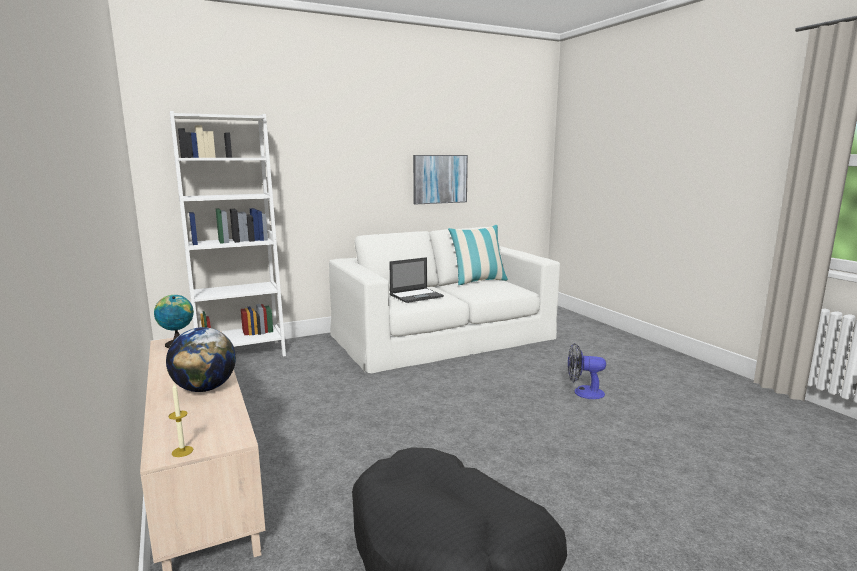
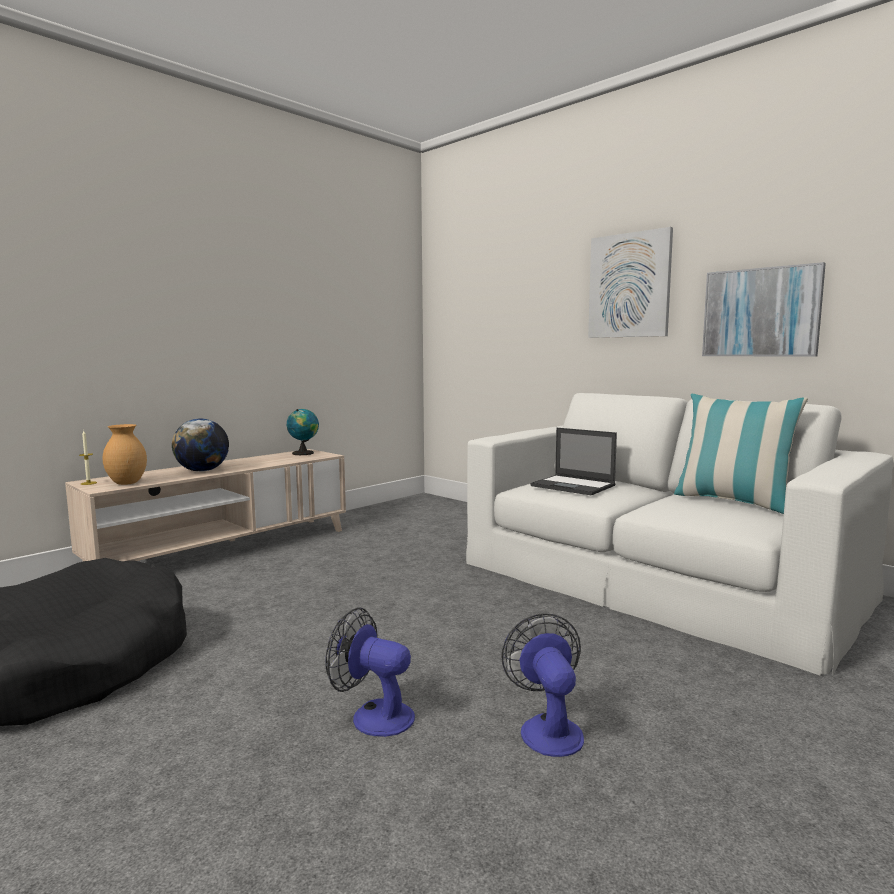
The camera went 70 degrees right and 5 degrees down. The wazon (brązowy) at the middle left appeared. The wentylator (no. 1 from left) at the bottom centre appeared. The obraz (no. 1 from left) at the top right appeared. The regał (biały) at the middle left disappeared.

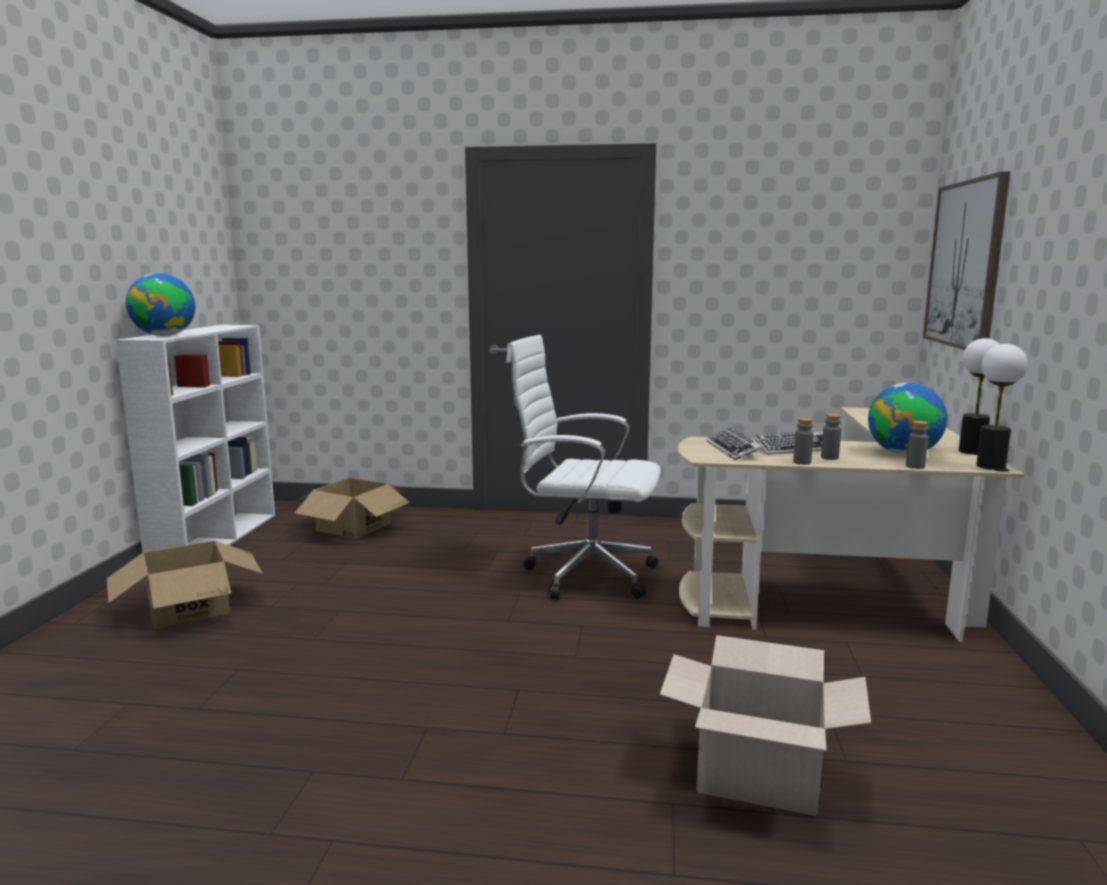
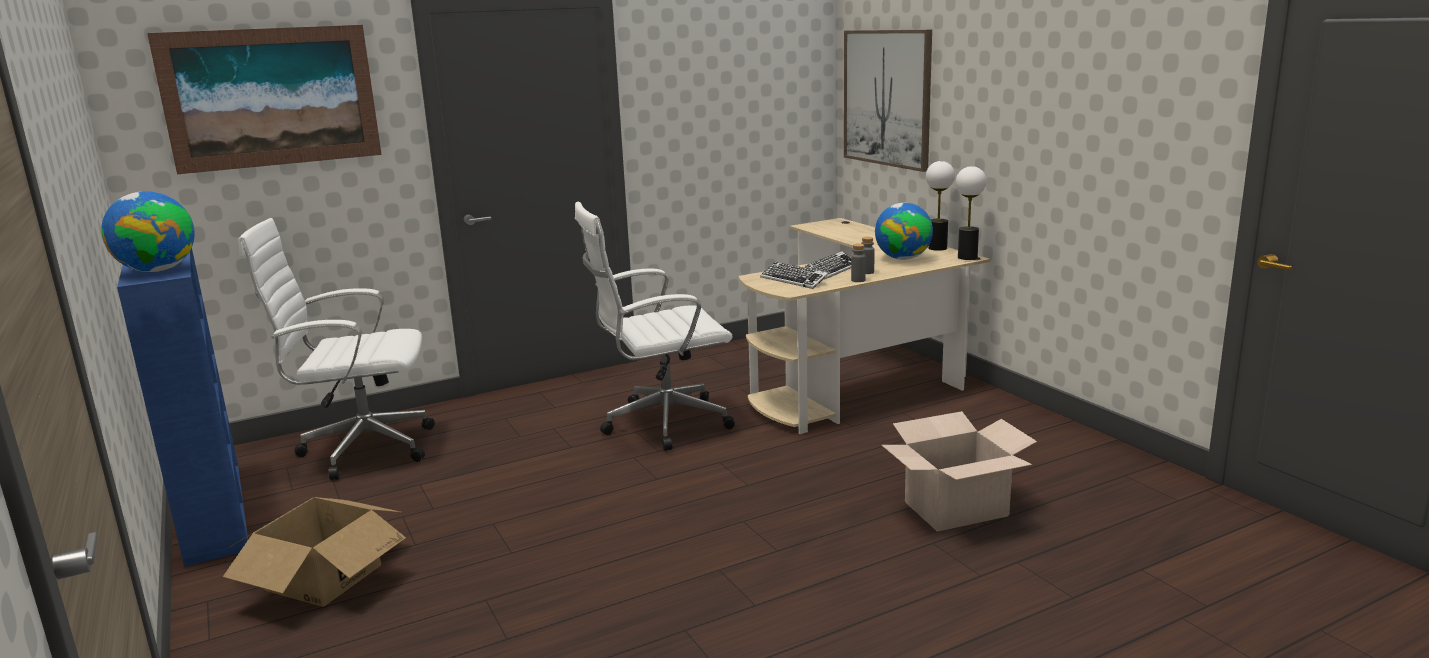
The camera went 35 degrees left and 5 degrees up. The regał (biały) at the middle left became the regał (niebieski) at the middle left. The obraz (no. 1 from left) at the top left appeared. The karton (no. 2 from left) at the middle left was replaced by the krzesło biurowe (biały) (no. 1 from left) at the middle left. The butelka (szary) (no. 3 from left) at the middle right disappeared.

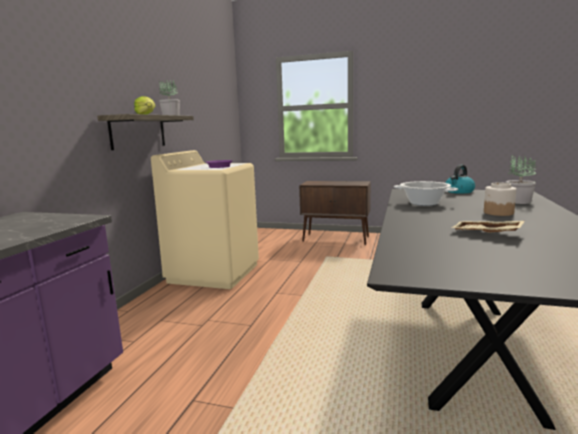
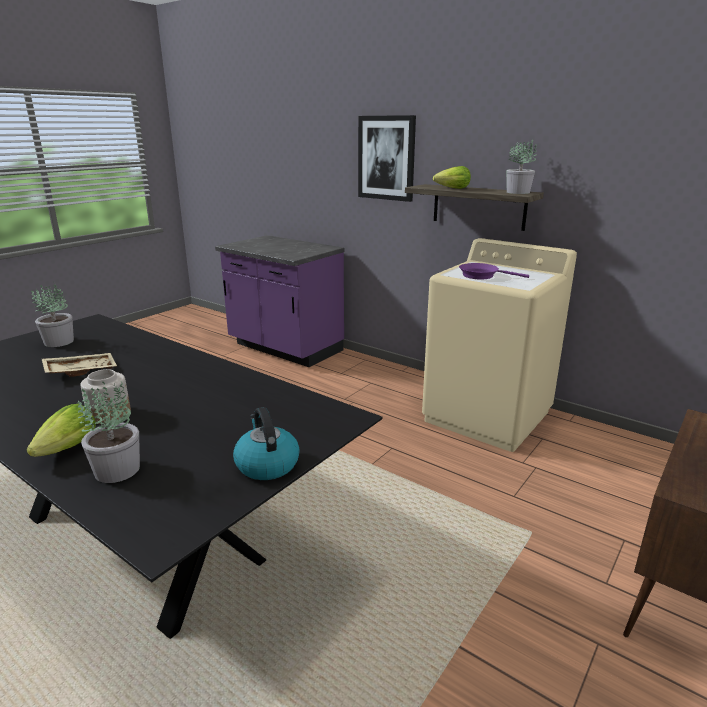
The camera went 110 degrees right and 10 degrees up. The sałata (no. 1 from left) at the middle left appeared. The roślina doniczkowa (no. 1 from left) at the middle left appeared. The obraz at the top centre appeared. The garnek at the middle right disappeared.

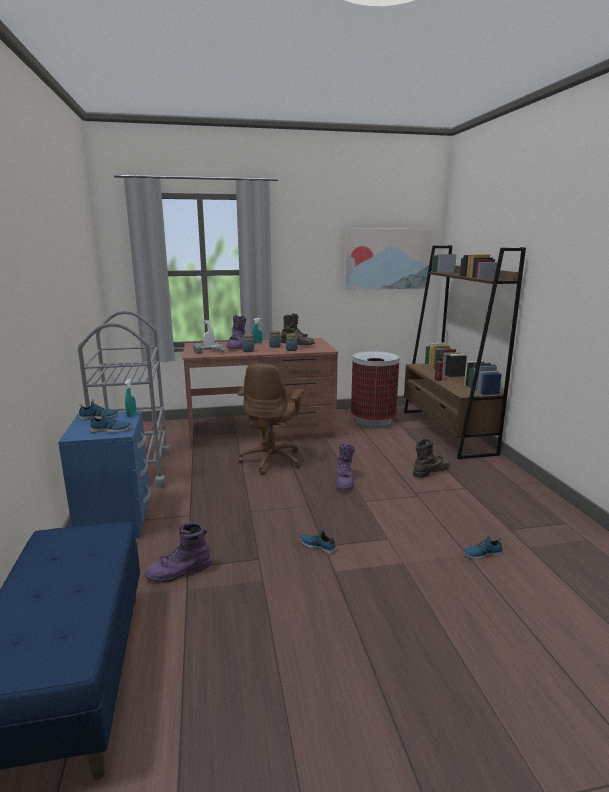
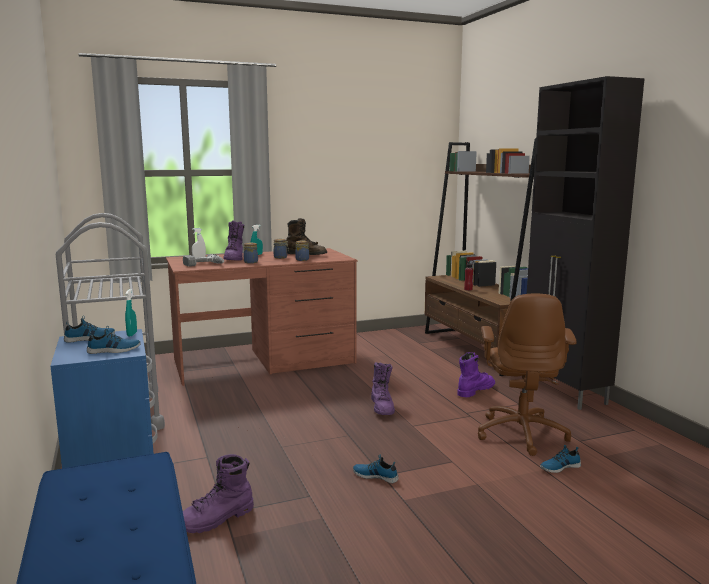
The camera went 10 degrees left and 5 degrees down. The but z cholewką (brązowy) (no. 2 from left) at the middle right became the but z cholewką (fioletowy) (no. 4 from left) at the middle right. The krzesło biurowe (brązowy) moved from the centre to the middle right. The szafka (czarny) at the middle right appeared. The obraz at the top centre disappeared. The kosz na śmieci at the centre disappeared.

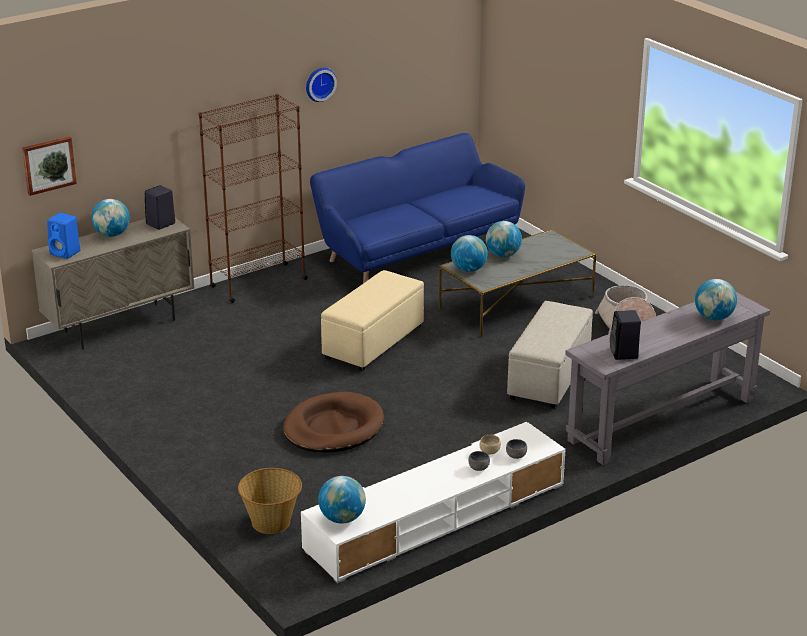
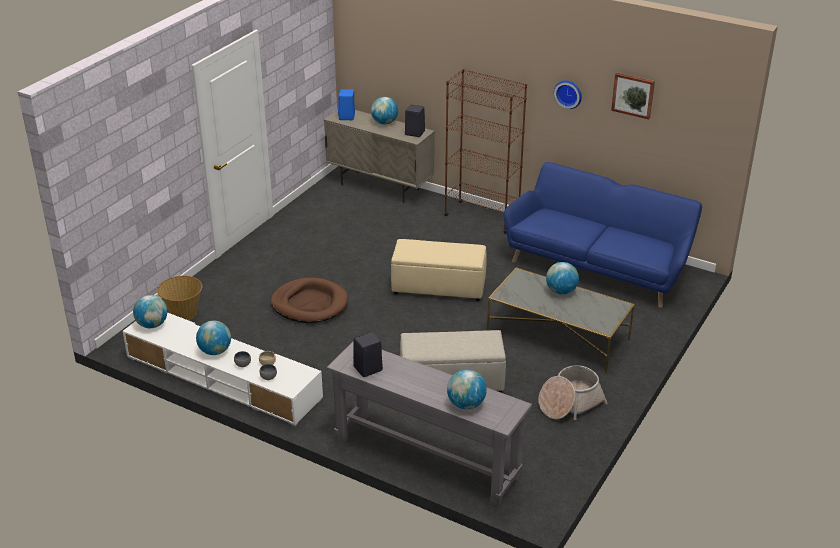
The camera went 65 degrees right and 5 degrees up. The globus (no. 3 from left in the first image) moved from the centre to the middle left. The obraz moved from the top left to the top right.

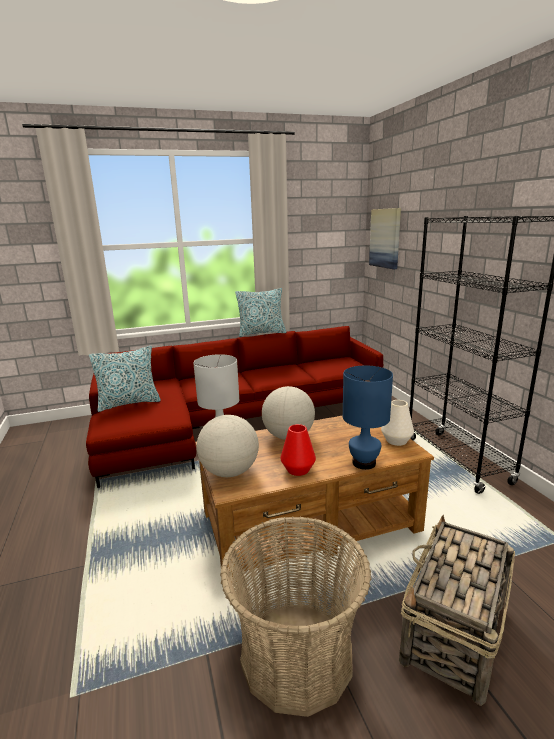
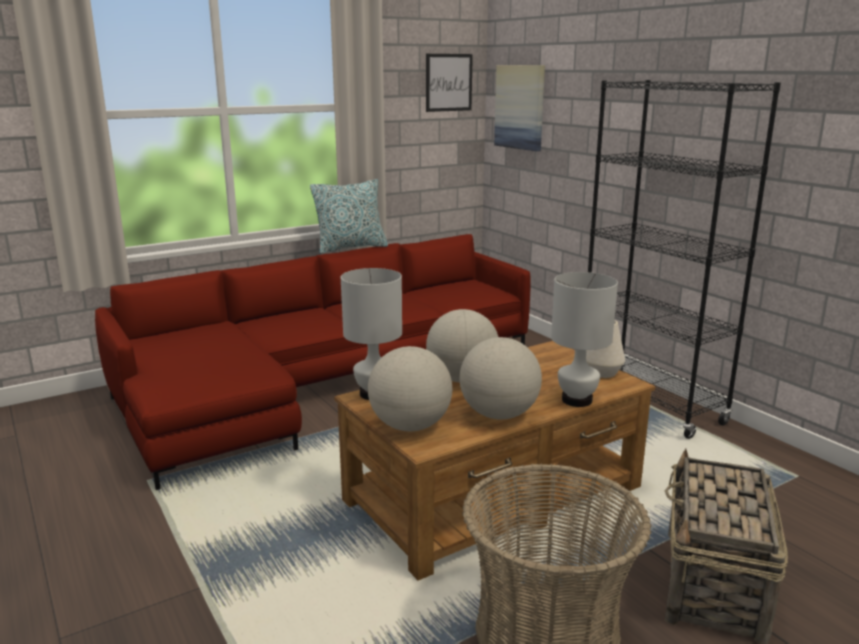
The camera went 15 degrees left and 0 degrees up. The obraz (no. 1 from left) at the top centre appeared. The wazon (czerwony) at the centre was replaced by the globus (no. 3 from left) at the centre. The lampa stołowa (niebieski) at the centre became the lampa stołowa (biały) (no. 2 from left) at the middle right. The poduszka (no. 1 from left) at the middle left disappeared.

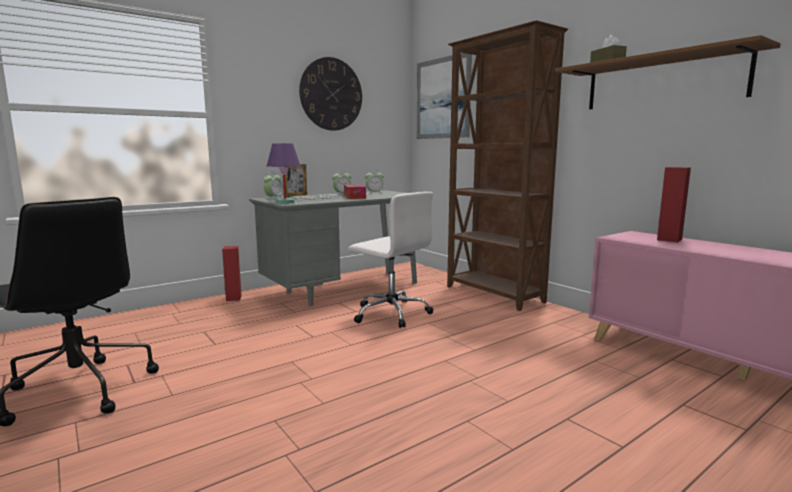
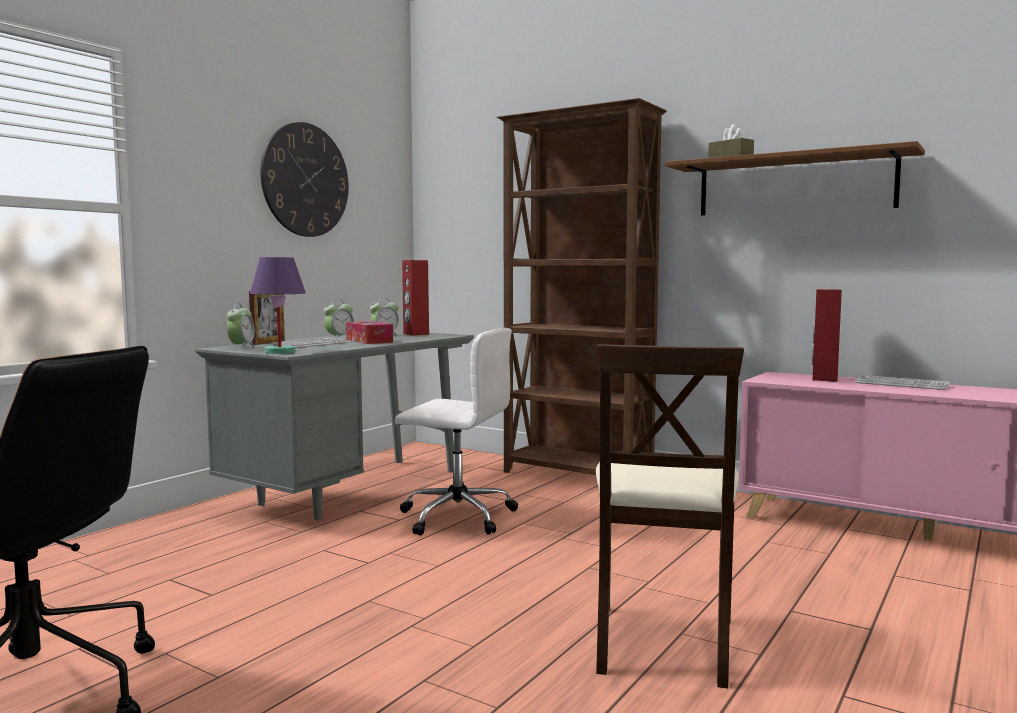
The camera went 20 degrees left and 5 degrees down. The głośnik (czerwony) (no. 1 from left) moved from the middle left to the centre. The krzesło (beżowy) at the bottom centre appeared. The klawiatura (no. 2 from left) at the middle right appeared. The obraz at the top centre disappeared.

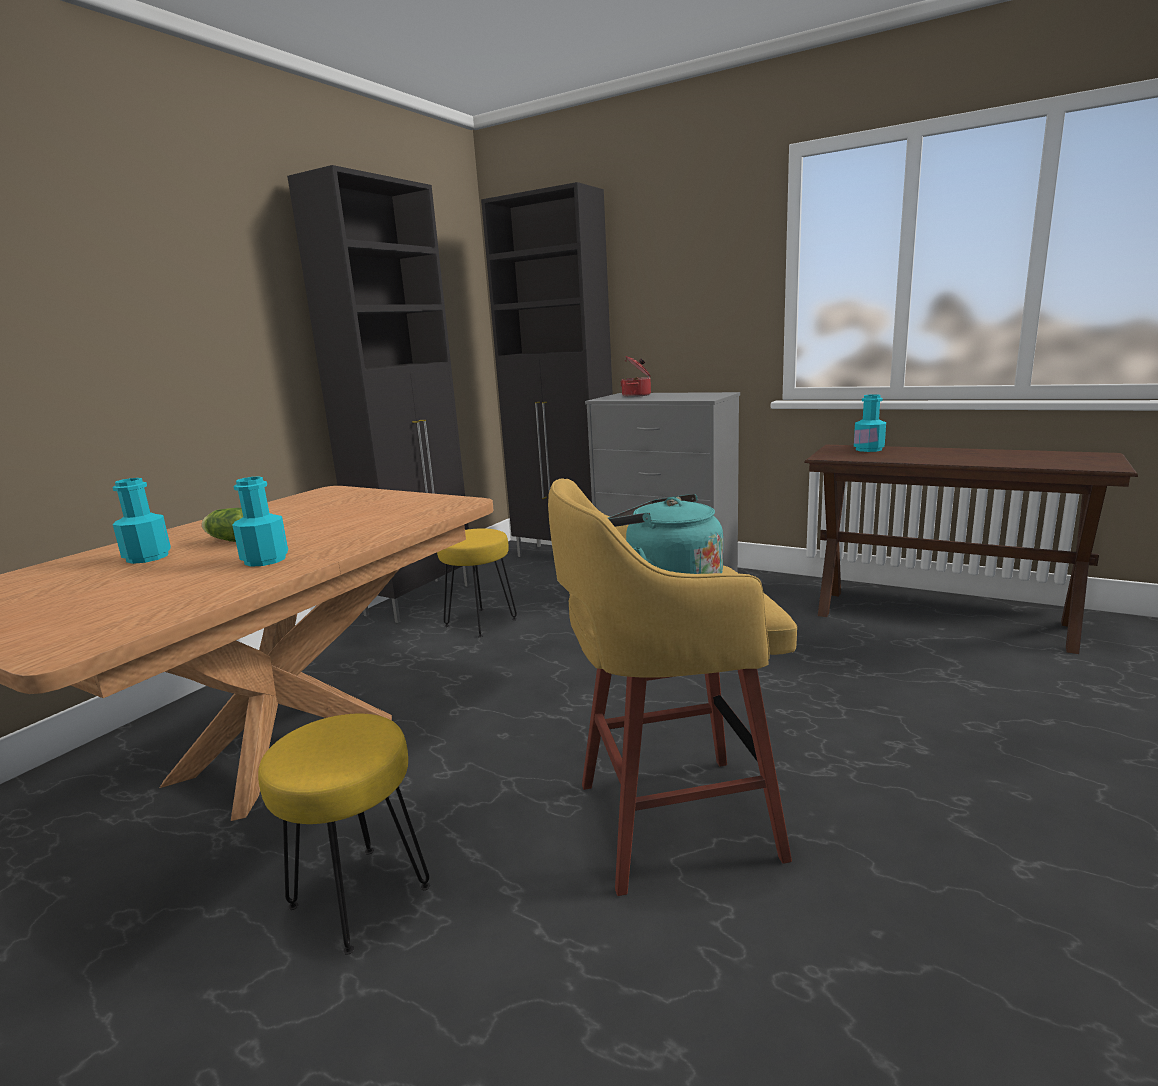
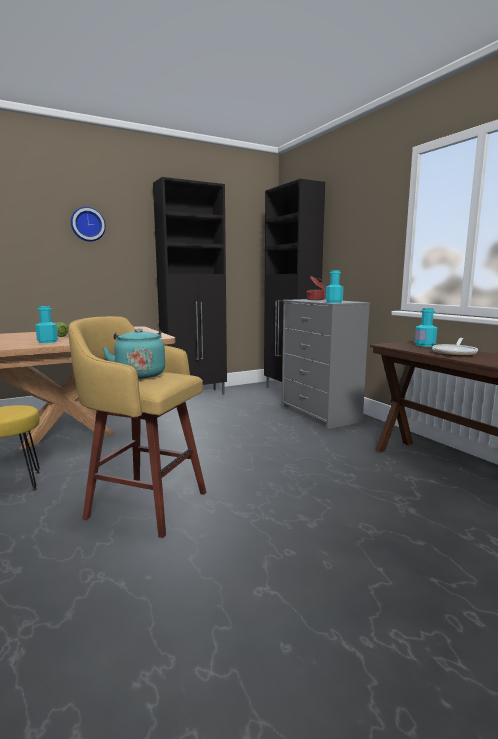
The camera went 30 degrees right and 5 degrees down. The zegar ścienny at the top left appeared. The butelka (turkusowy) (no. 1 from left in the first image) moved from the middle left to the middle right. The patelnia at the middle right appeared. The stołek (żółty) (no. 2 from left) at the centre disappeared.

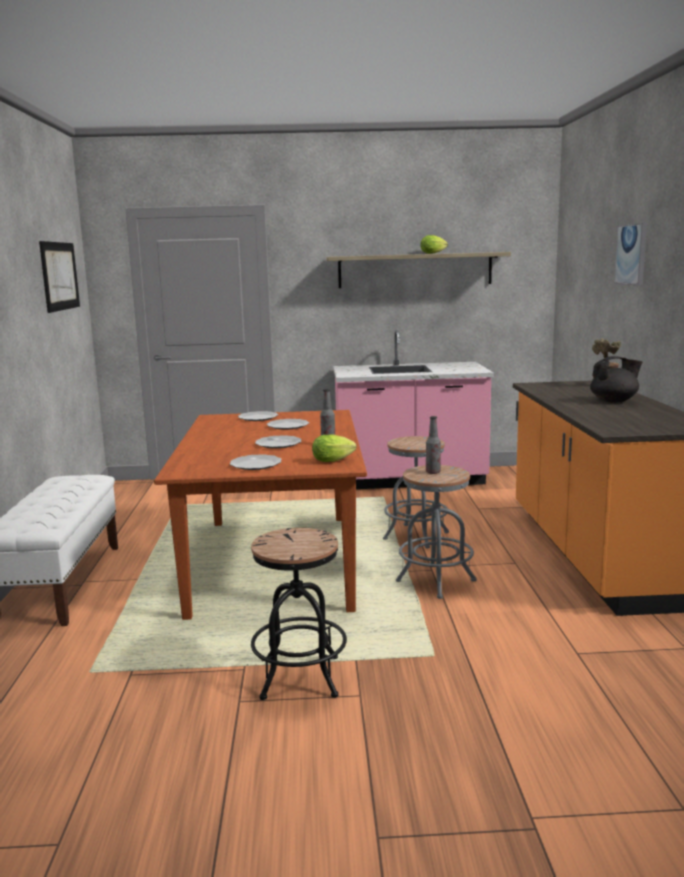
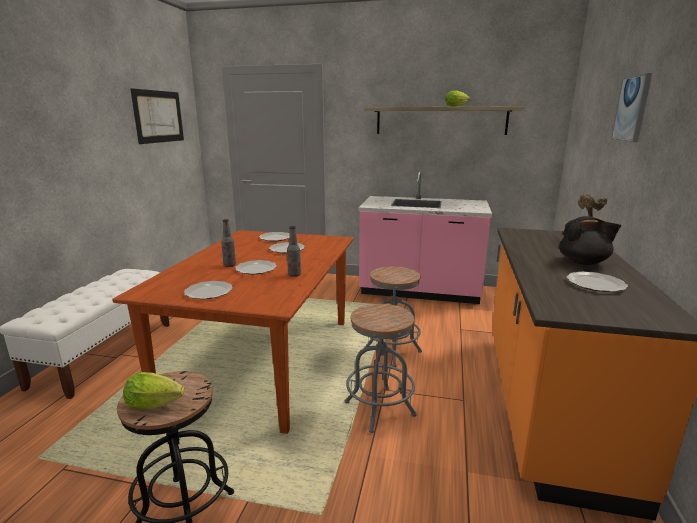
The camera went 15 degrees right and 5 degrees up. The sałata (no. 1 from left) moved from the centre to the bottom left. The butelka (no. 2 from left in the first image) moved from the centre to the middle left. The talerz (no. 5 from left) at the middle right appeared.

